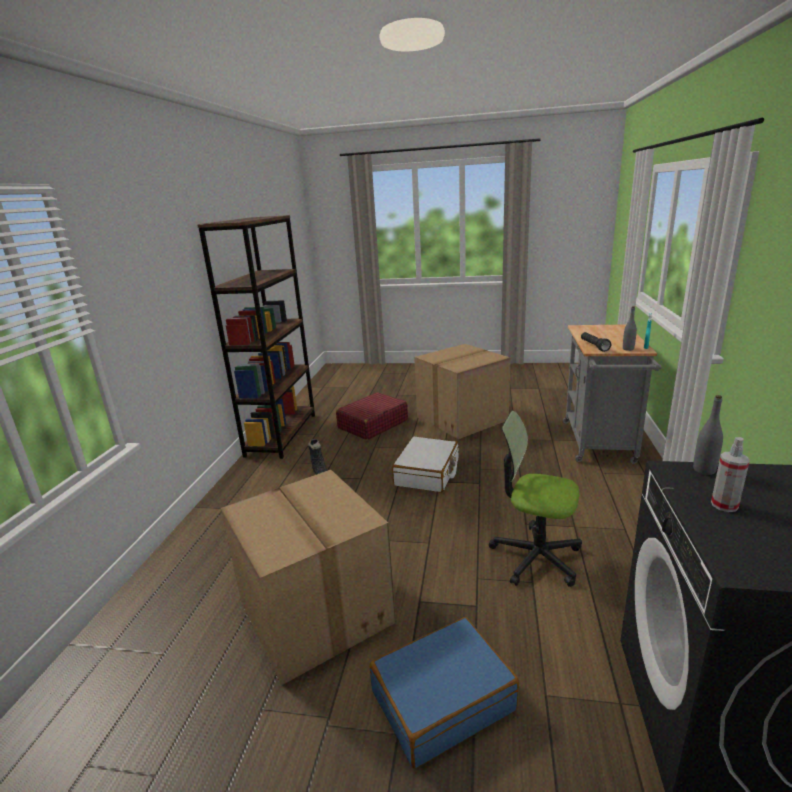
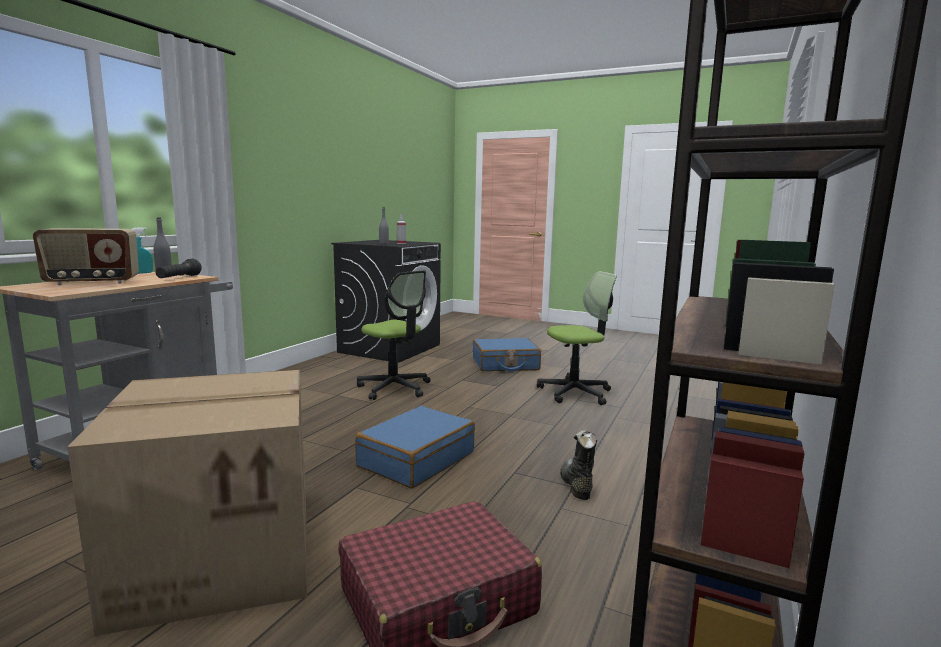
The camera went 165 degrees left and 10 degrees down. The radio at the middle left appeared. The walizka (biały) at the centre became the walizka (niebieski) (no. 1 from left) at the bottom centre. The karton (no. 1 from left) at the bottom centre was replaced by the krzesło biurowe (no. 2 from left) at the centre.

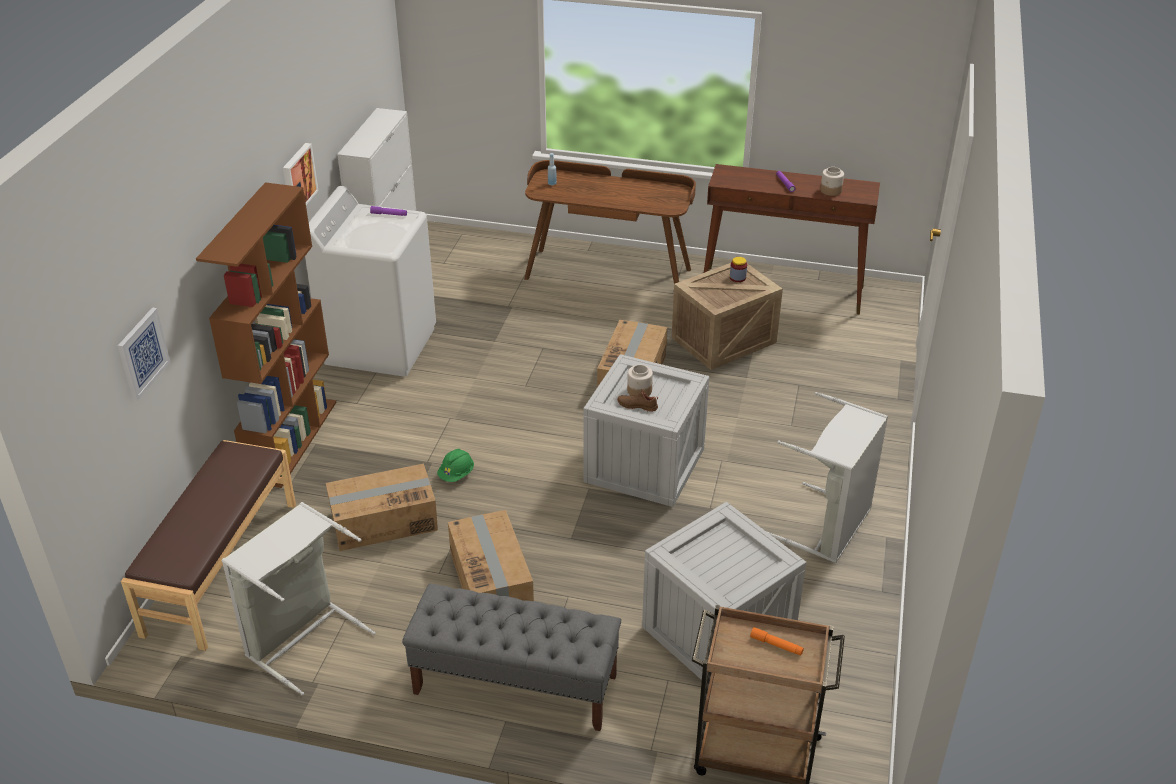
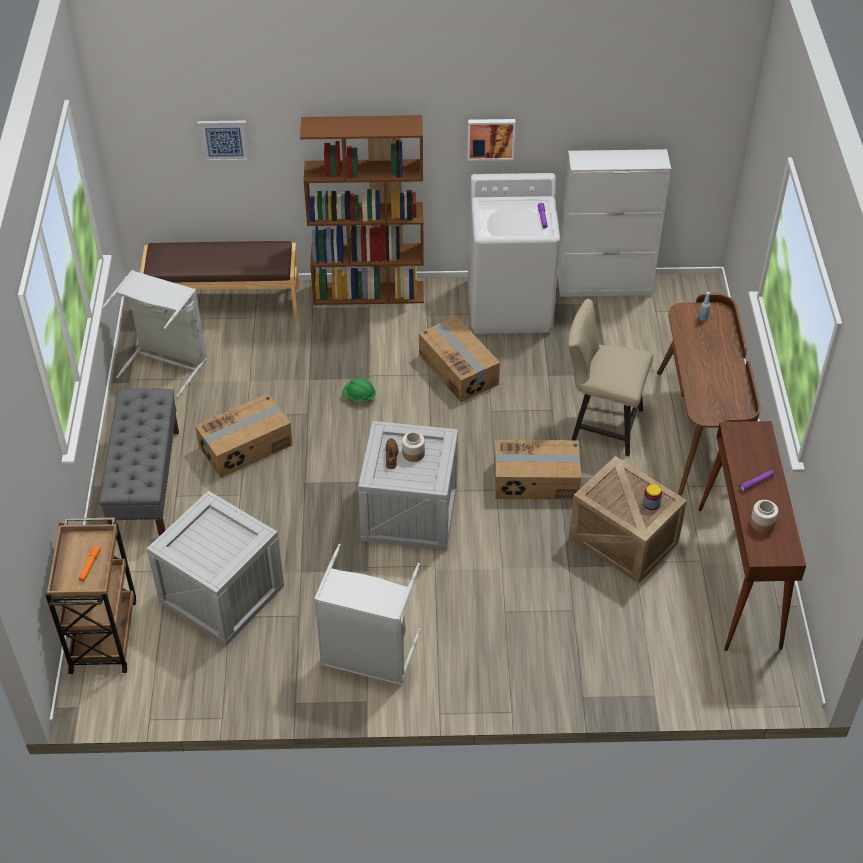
The camera went 75 degrees right and 10 degrees up. The karton (no. 1 from left in the first image) moved from the middle left to the centre. The krzesło (beżowy) at the middle right appeared.

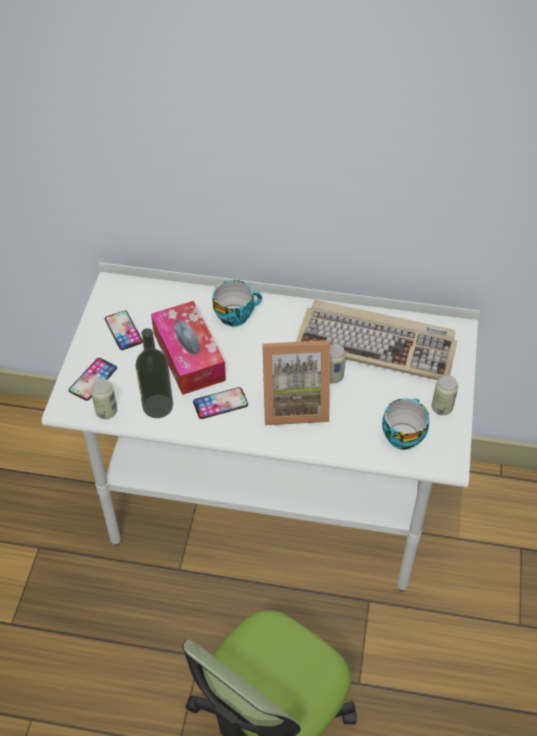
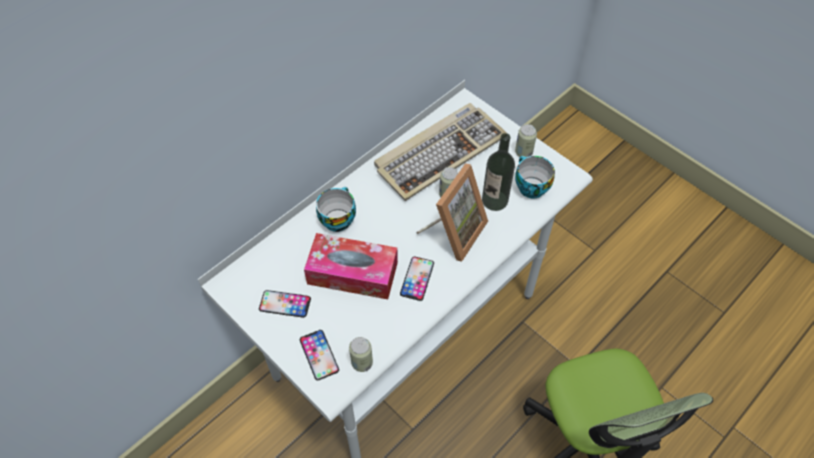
The camera went 55 degrees left and 5 degrees up. The butelka moved from the middle left to the centre.

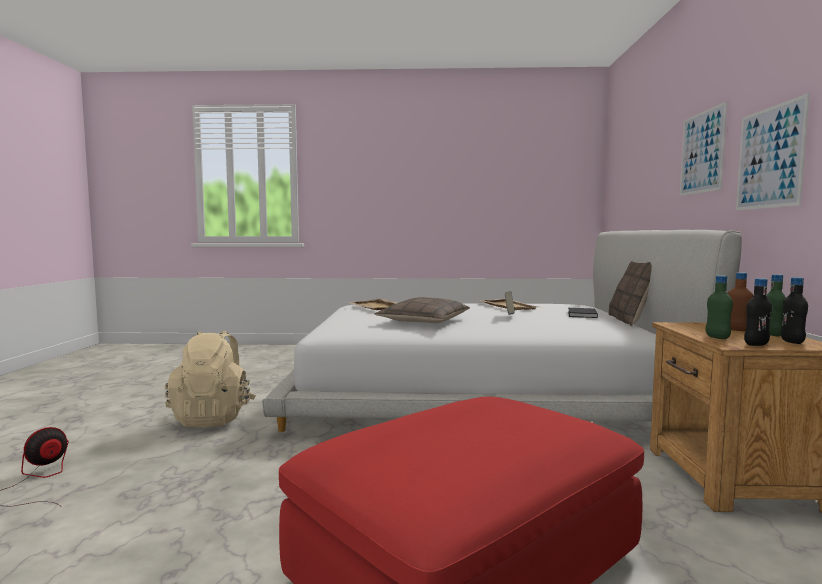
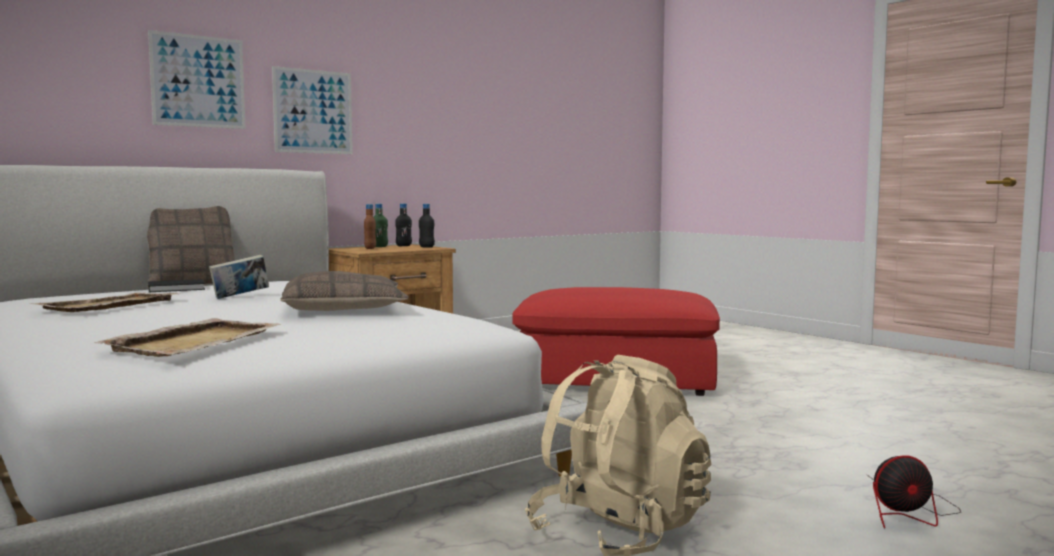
The camera went 130 degrees left and 0 degrees up. The butelka (zielony) (no. 1 from left) at the middle right disappeared.

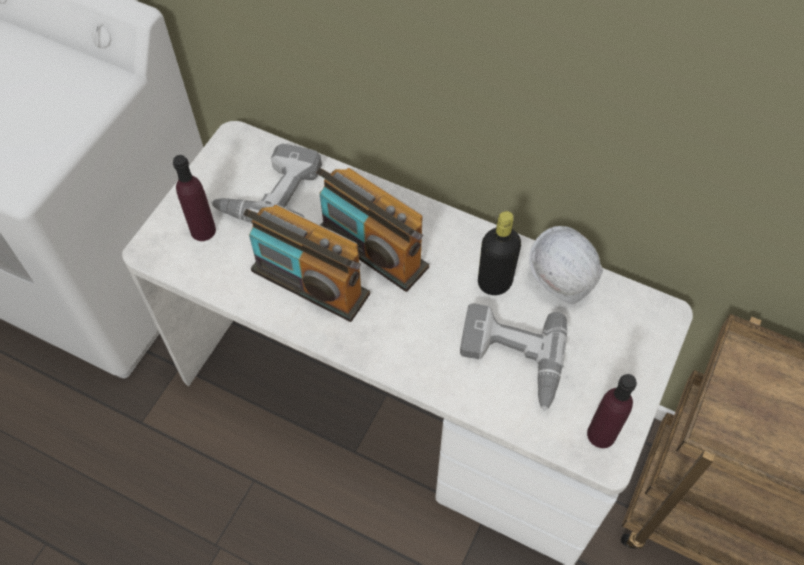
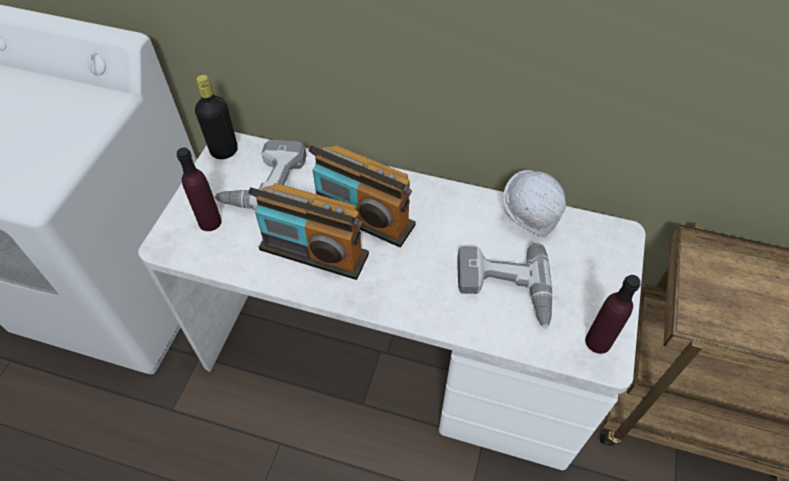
The camera went 10 degrees left and 5 degrees down. The butelka (czarny) moved from the centre to the top left.

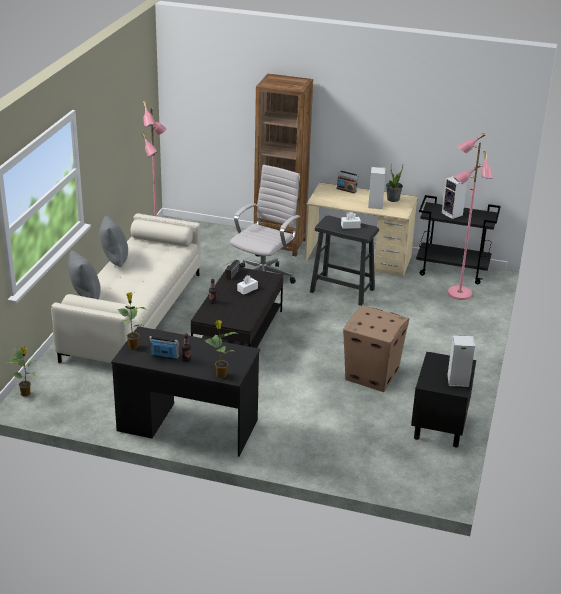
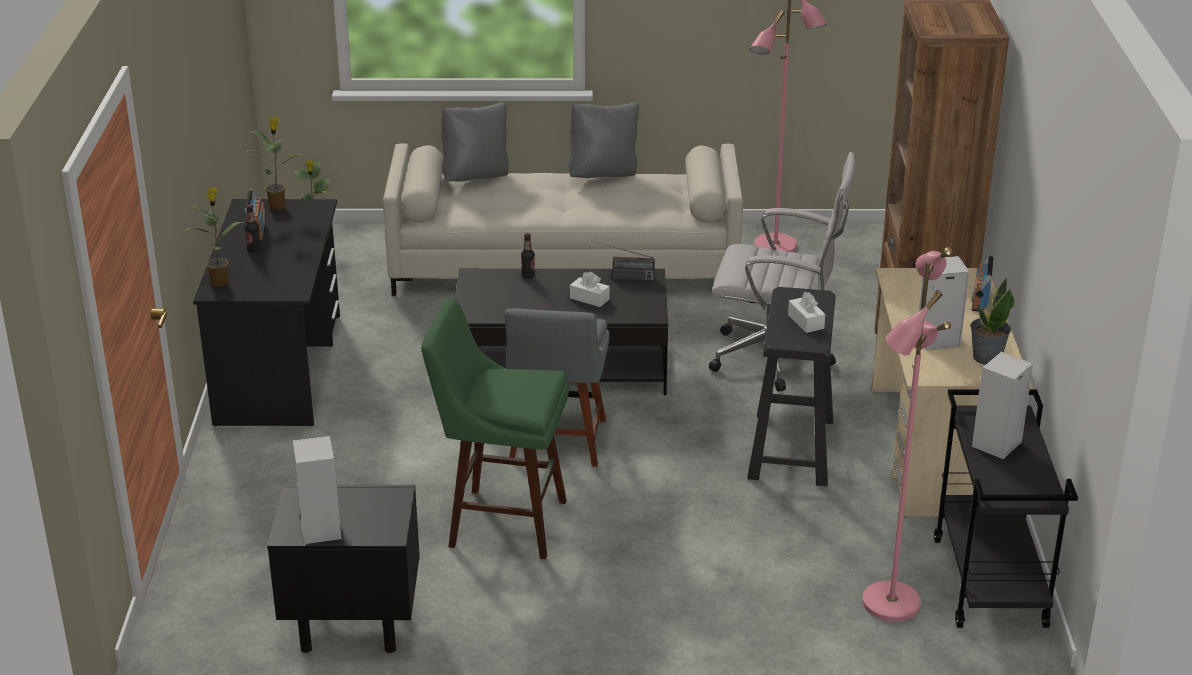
The camera went 75 degrees right and 0 degrees up. The karton at the middle right was replaced by the stołek (zielony) at the centre. The krzesło (szary) at the centre appeared.

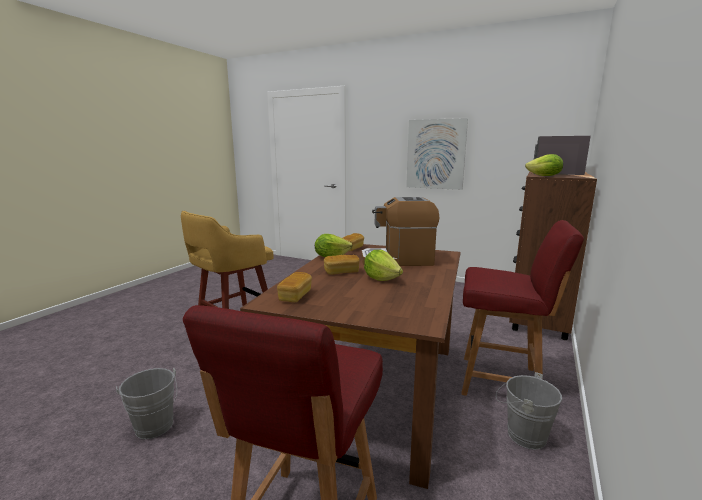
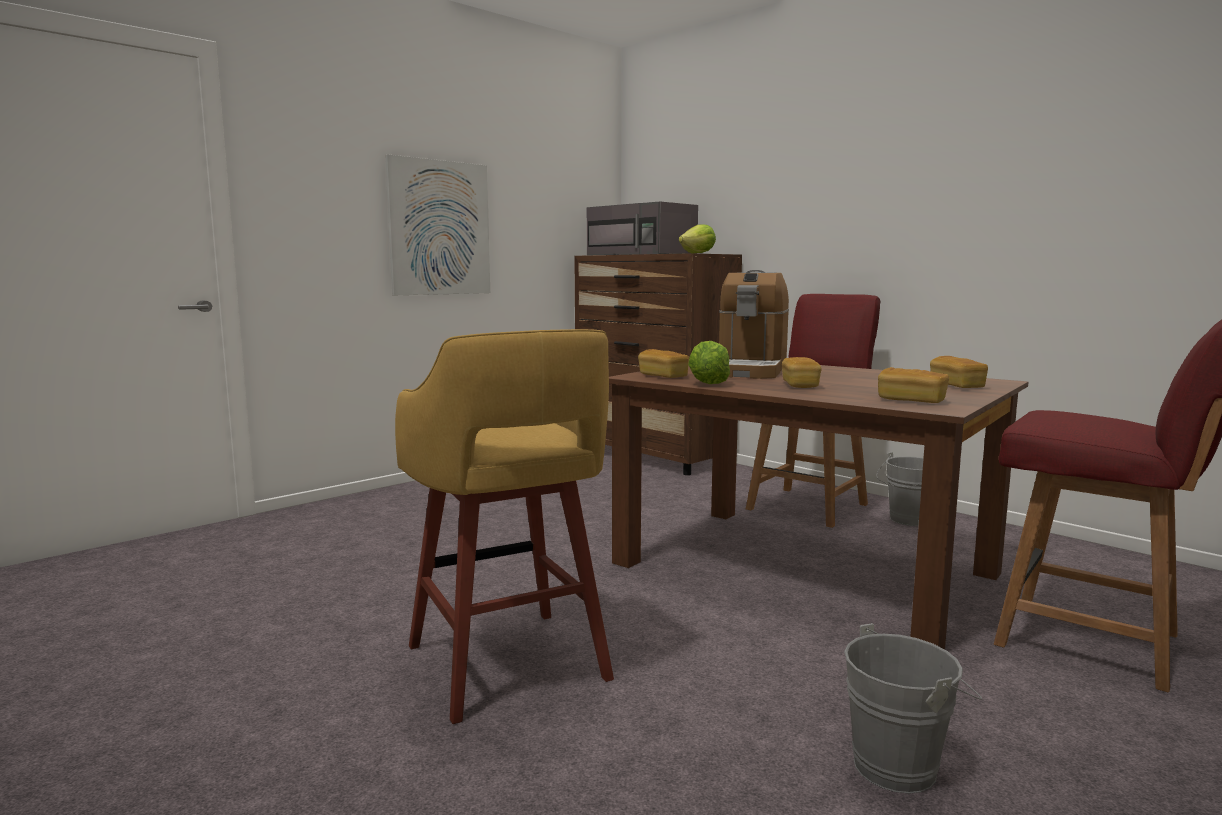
The camera went 70 degrees left and 5 degrees down. The chleb (no. 4 from left) at the middle right appeared. The sałata (no. 2 from left) at the centre disappeared.

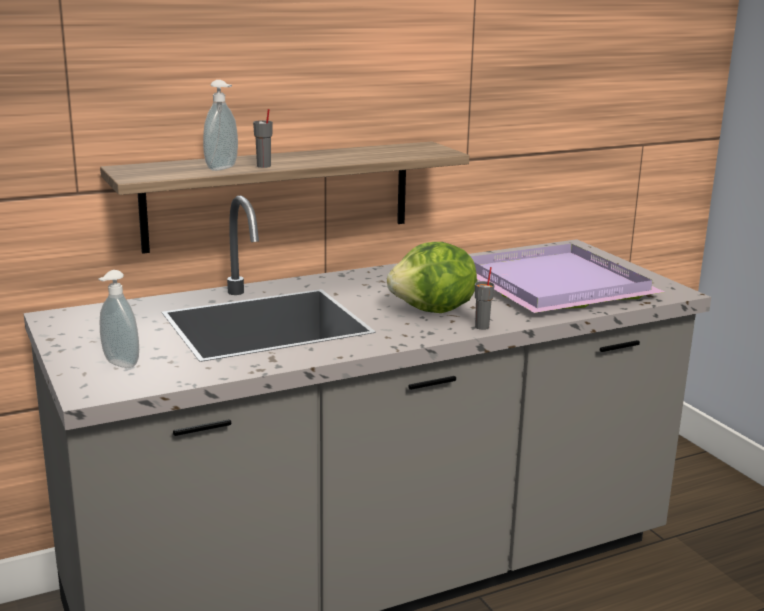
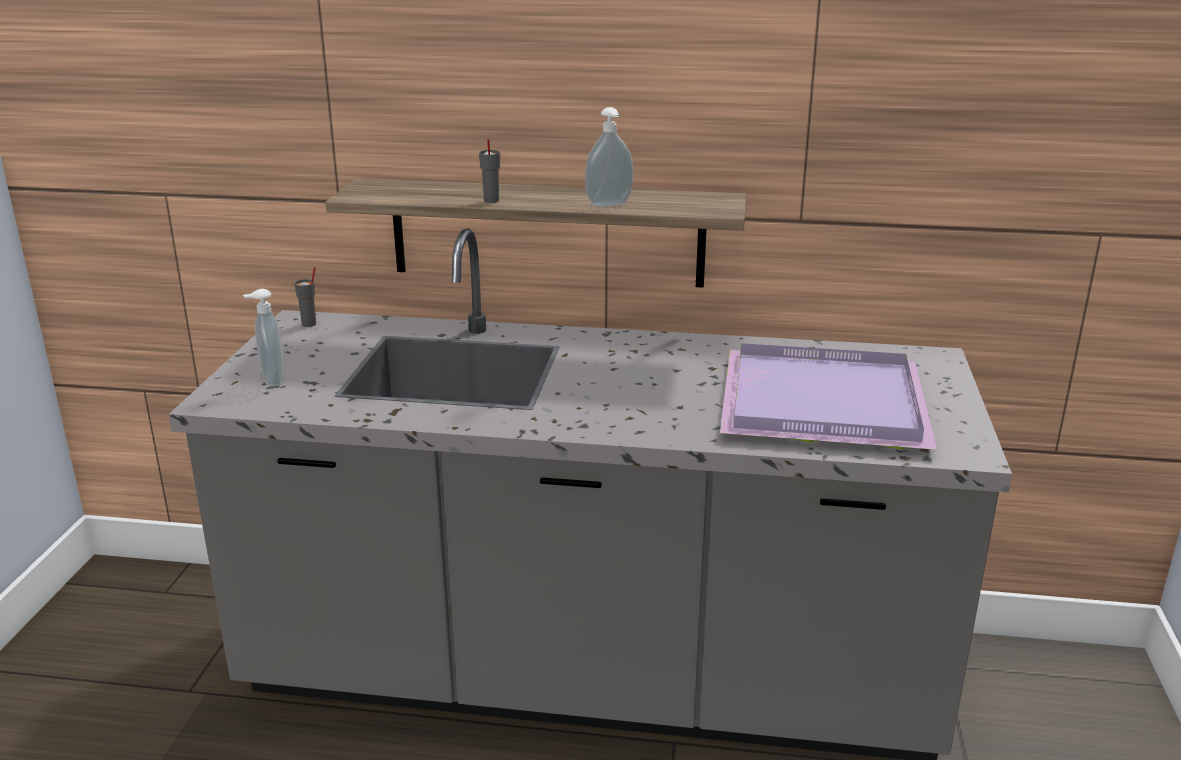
The camera went 35 degrees right and 5 degrees up. The filiżanka (szary) (no. 2 from left in the first image) moved from the centre to the middle left. The dozownik mydła (no. 2 from left) moved from the top left to the top centre. The sałata at the centre disappeared.

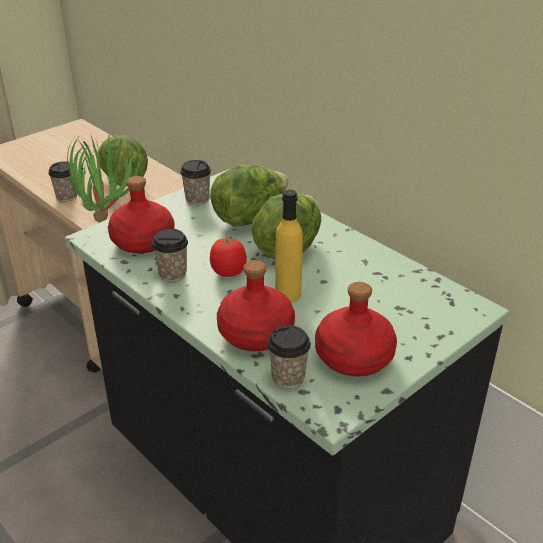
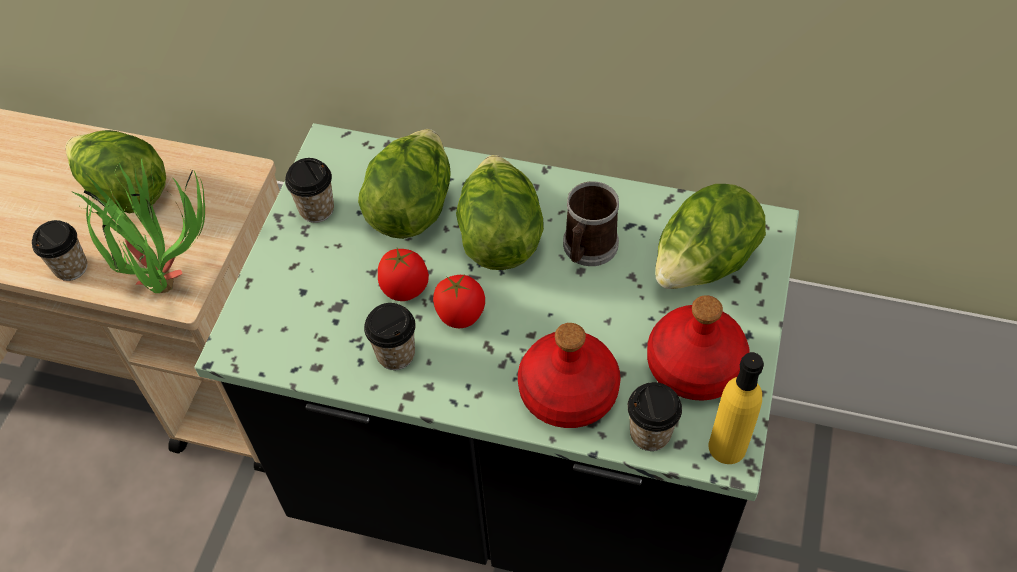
The camera went 30 degrees left and 20 degrees up. The pomidor (no. 1 from left) at the centre appeared. The kubek at the centre appeared. The sałata (no. 4 from left) at the middle right appeared. The butelka (żółty) moved from the centre to the bottom right. The butelka (czerwony) (no. 1 from left) at the middle left disappeared.

